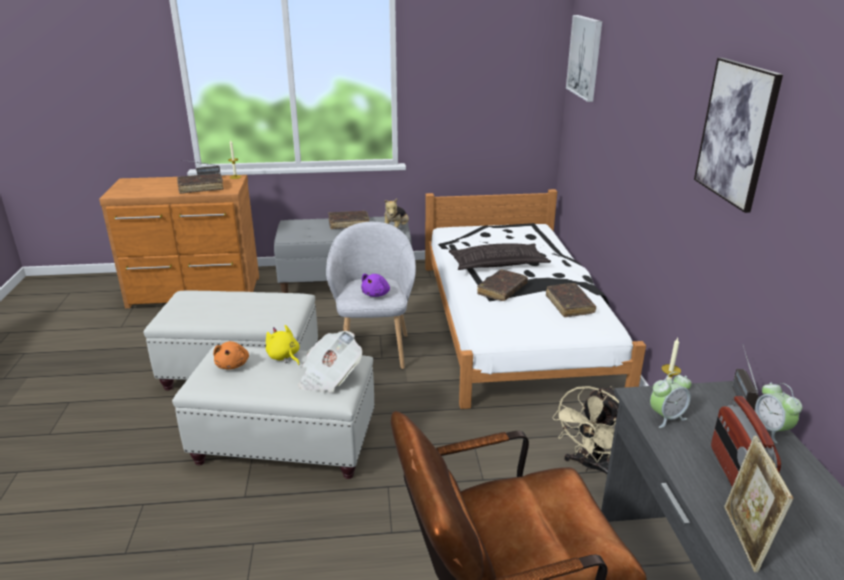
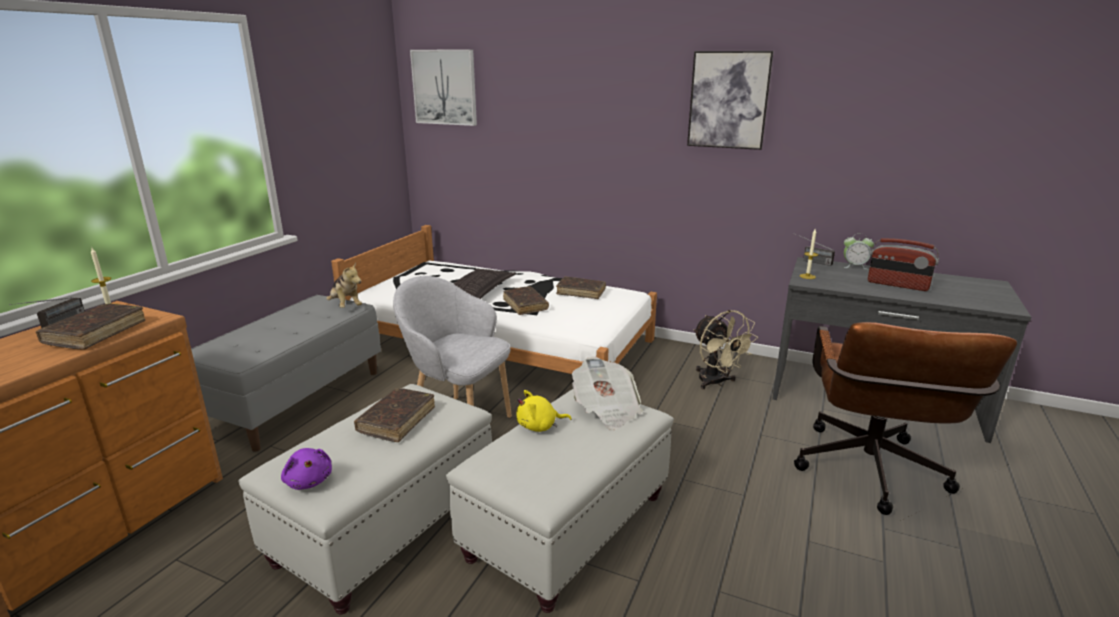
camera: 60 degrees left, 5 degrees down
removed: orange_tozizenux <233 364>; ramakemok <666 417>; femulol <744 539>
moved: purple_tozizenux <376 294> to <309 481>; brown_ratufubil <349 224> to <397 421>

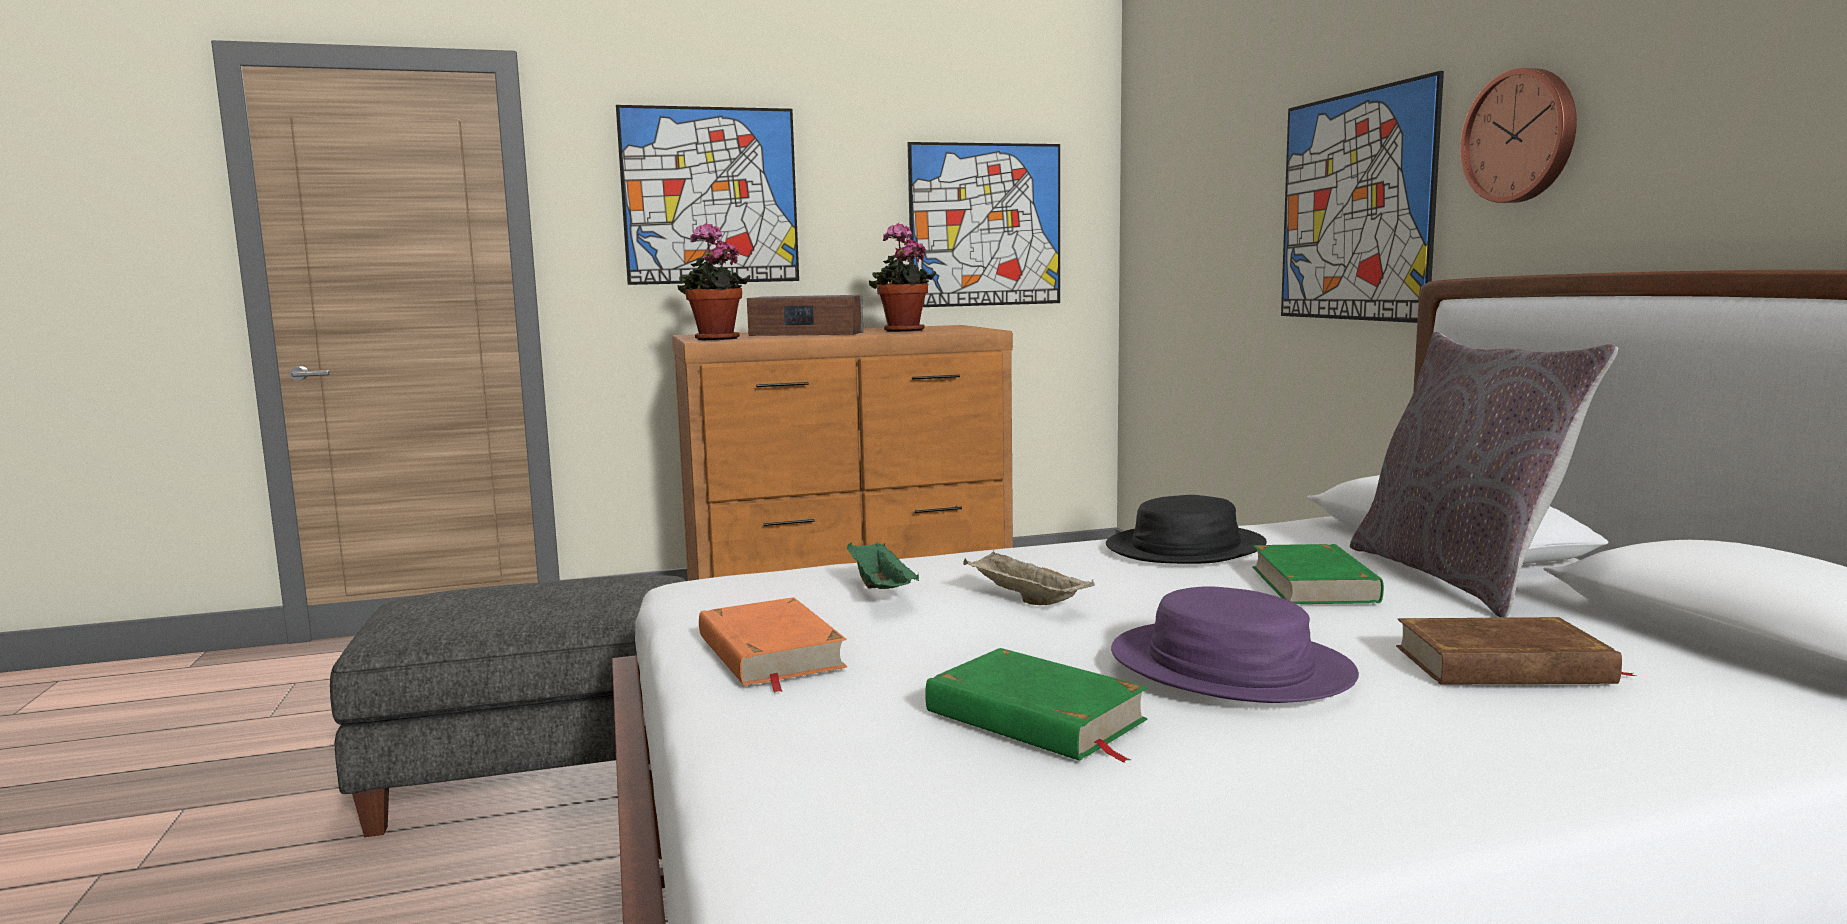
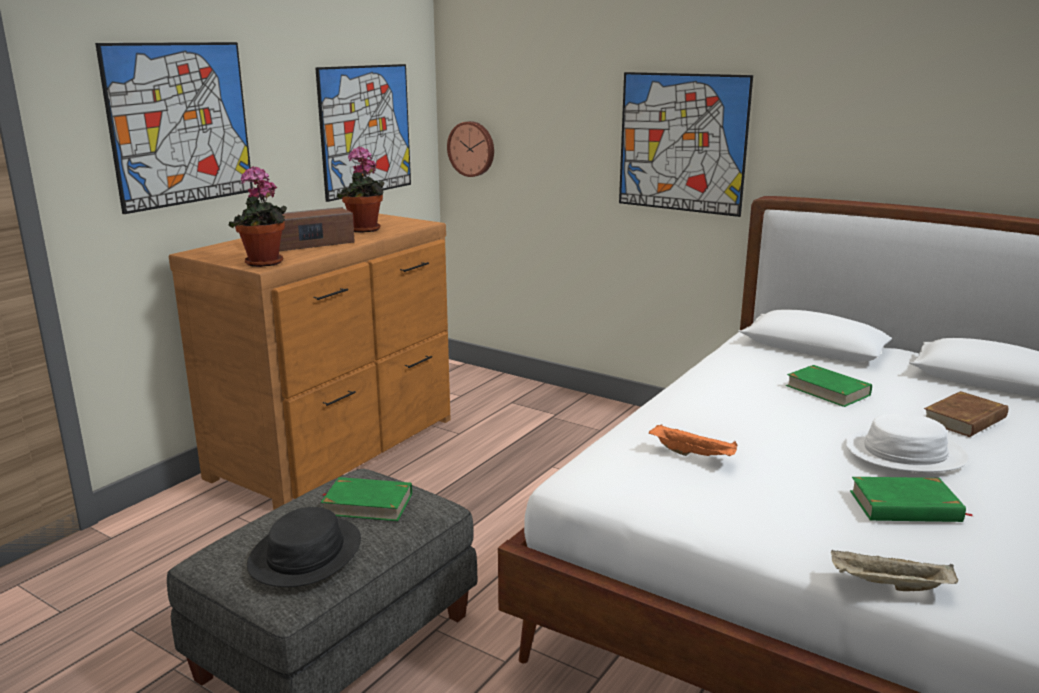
camera: 40 degrees left, 10 degrees up
removed: orange_ratufubil <769 653>; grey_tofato <1458 577>
added: green_ratufubil <367 504>
moved: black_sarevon <1186 548> to <306 553>; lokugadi <1521 136> to <472 149>; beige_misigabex <1023 599> to <888 586>
recoloured: green_misigabex <882 590> to orange_misigabex <693 454>; purple_sarevon <1229 667> to white_sarevon <905 453>

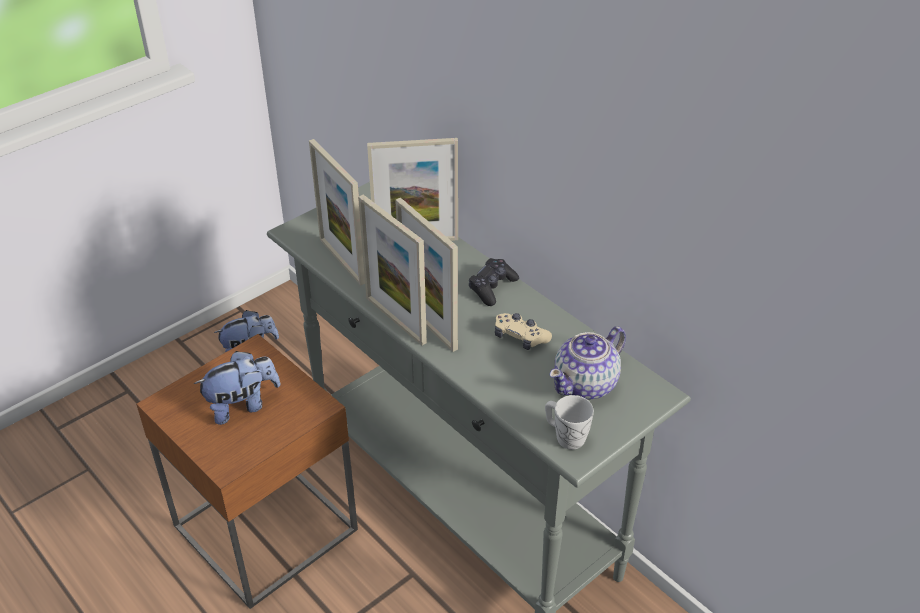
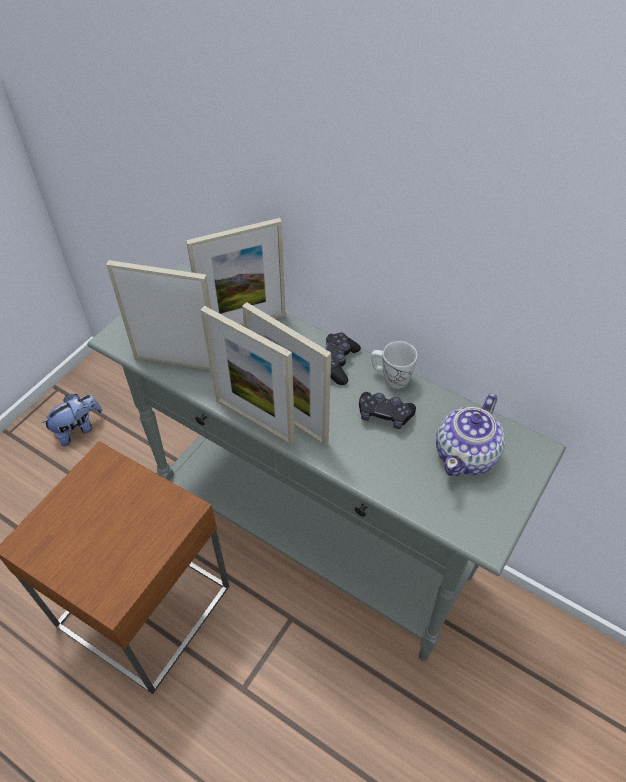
camera: 15 degrees left, 10 degrees up
removed: tozizenux <242 405>
moved: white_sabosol <565 436> to <390 377>
recoloured: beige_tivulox <520 337> to black_tivulox <384 415>
turned: femulol <342 261> = <177 362> 150 degrees clockwise

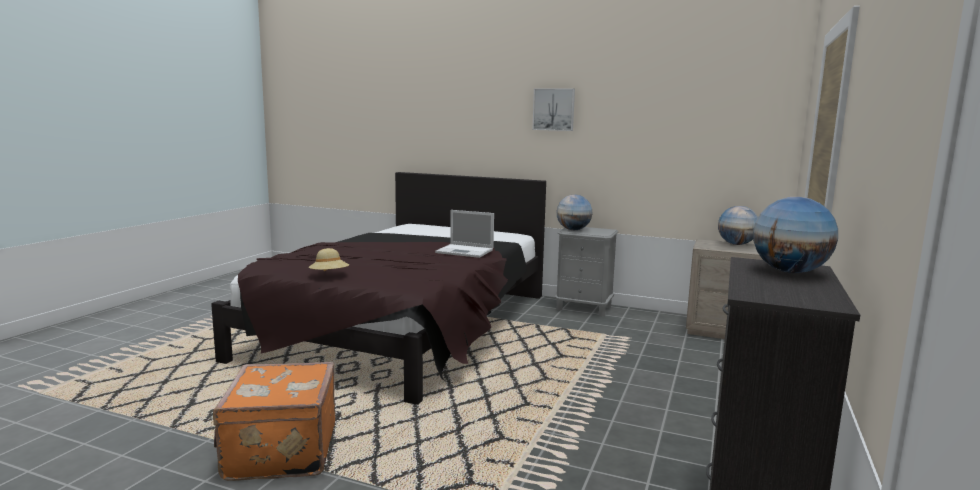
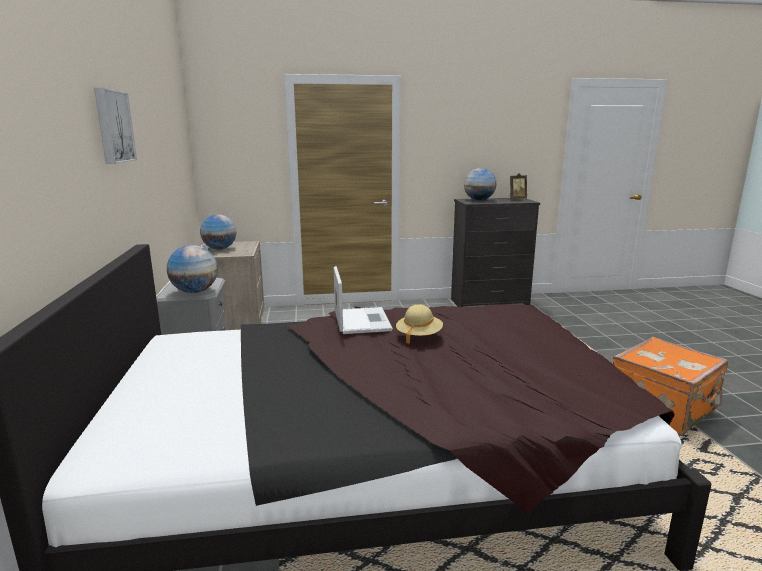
camera: 120 degrees left, 5 degrees up
added: femulol <516 199>
moved: beige_sarevon <329 275> to <419 336>

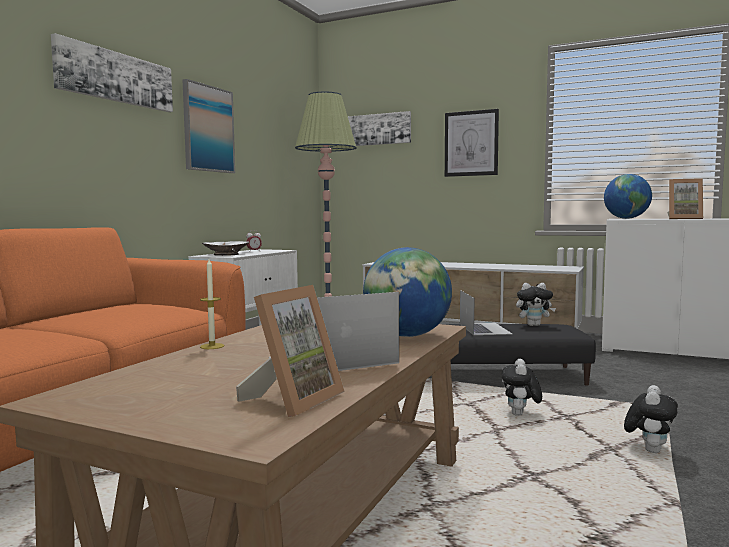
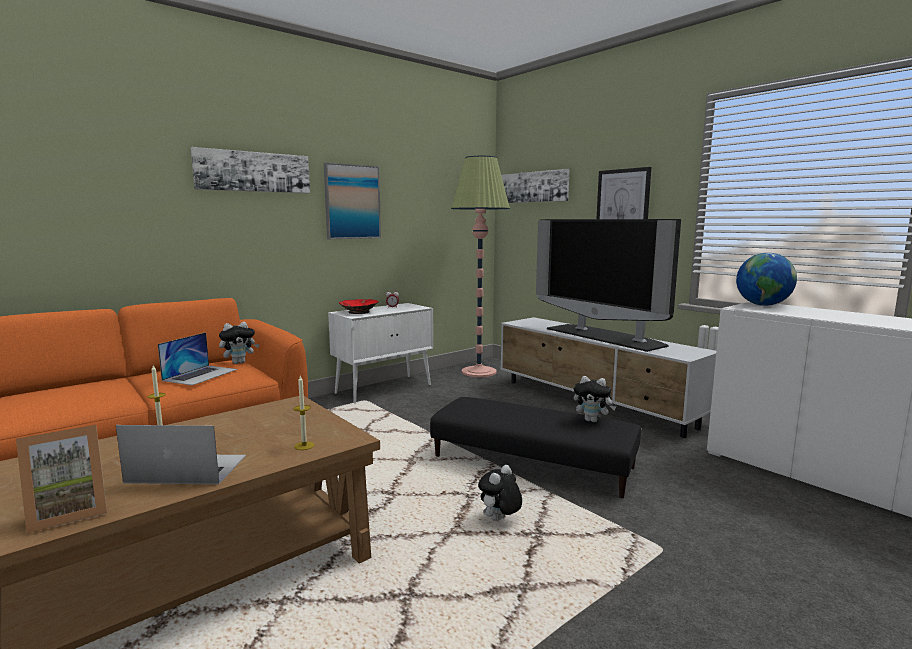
camera: 25 degrees right, 5 degrees up
removed: femulol <683 218>
added: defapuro <605 336>
moved: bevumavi <484 328> to <200 375>; tozizenux <649 450> to <239 362>
replaced: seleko <407 336> to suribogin <304 446>
recoloured: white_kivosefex <225 254> to red_kivosefex <358 312>

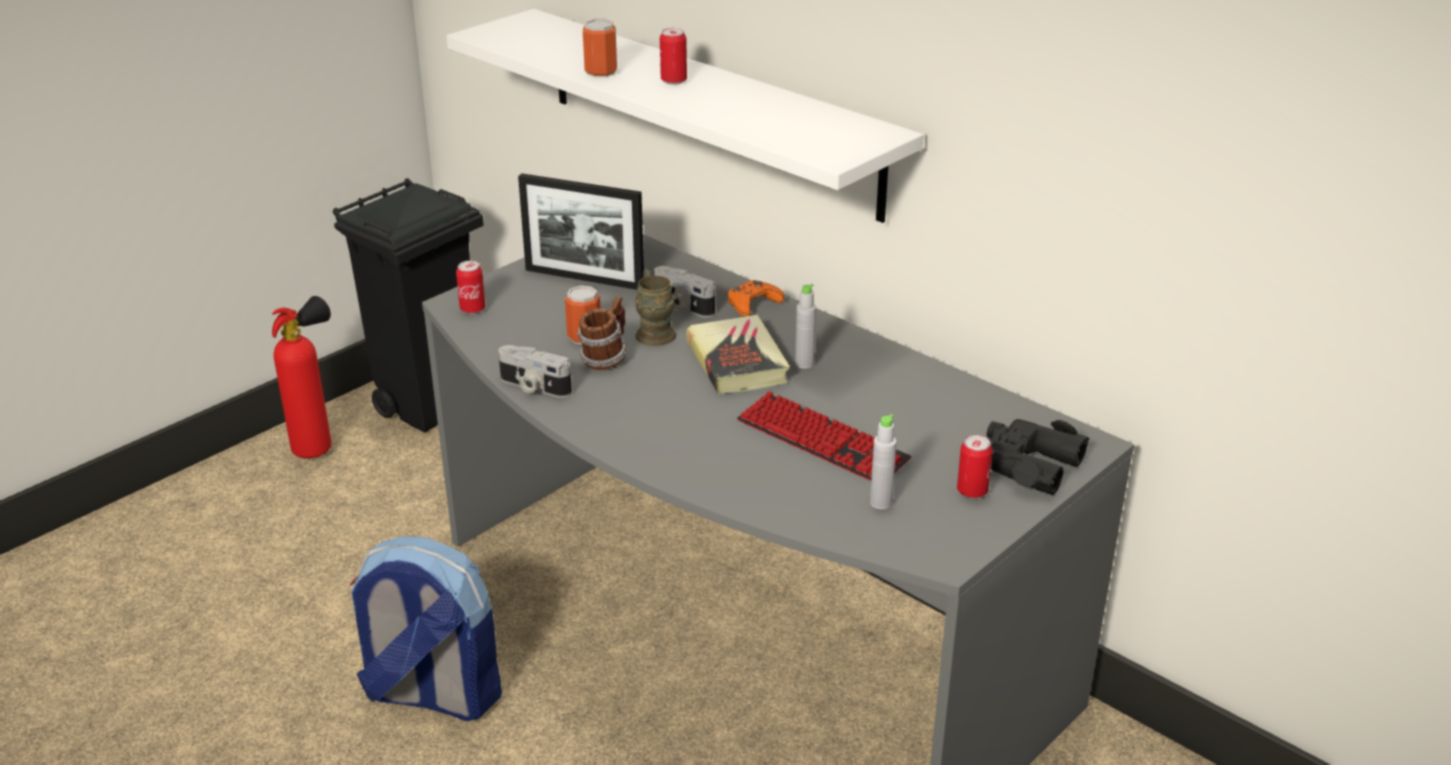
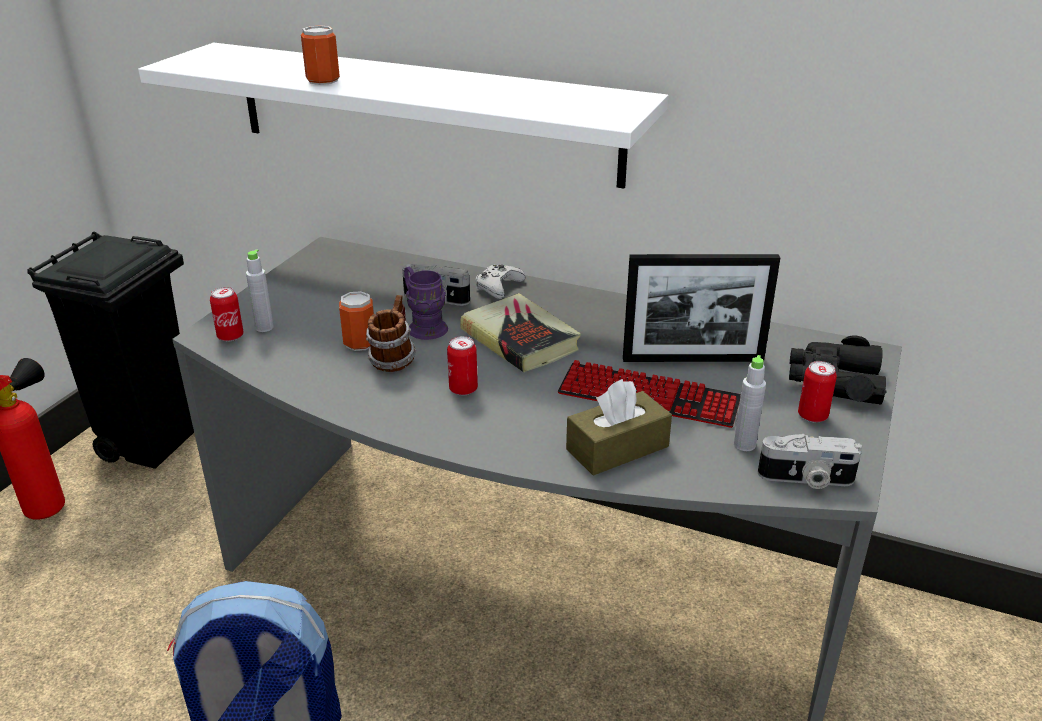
camera: 20 degrees left, 0 degrees up
added: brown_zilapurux <617 448>
moved: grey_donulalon <804 363> to <264 327>; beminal <673 81> to <463 389>; femulol <584 278> to <693 359>; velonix <533 387> to <806 479>
recoloured: brown_sabosol <653 331> to purple_sabosol <423 326>; orange_tivulox <753 304> to white_tivulox <498 287>

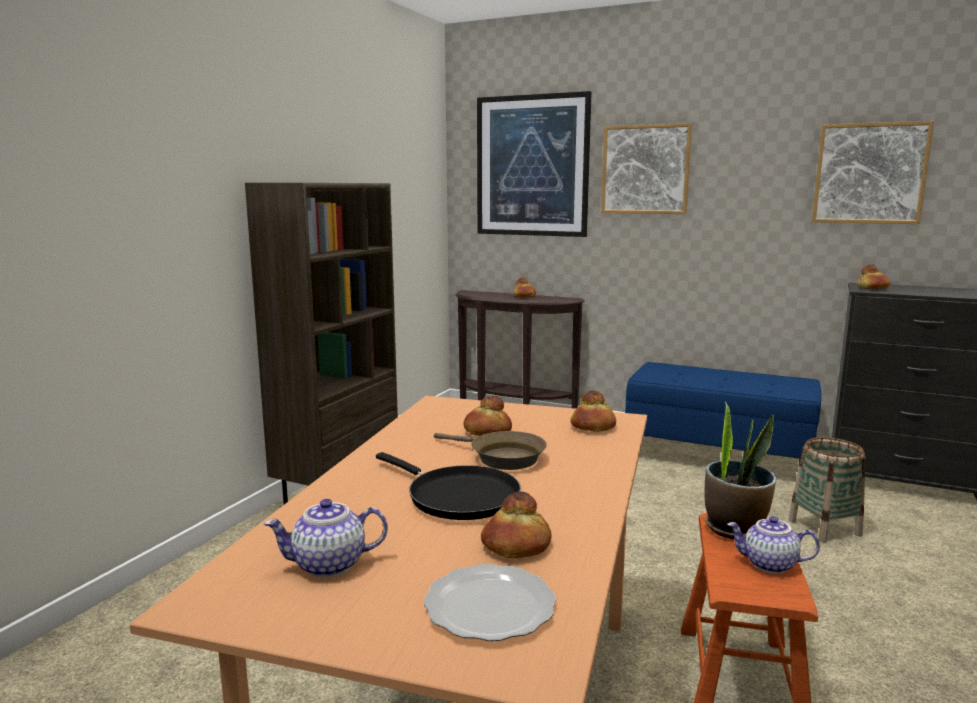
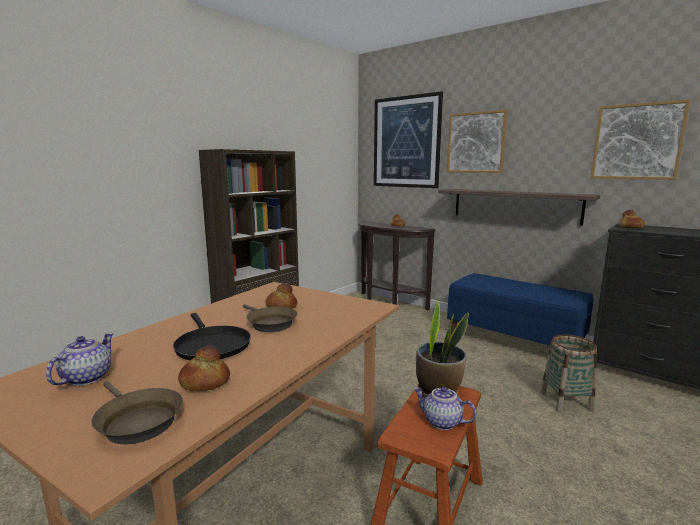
camera: 15 degrees right, 0 degrees up
removed: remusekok <593 427>
added: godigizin <514 205>
replaced: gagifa <491 607> to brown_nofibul <137 421>
turned: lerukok <330 564> = <85 378> 105 degrees clockwise

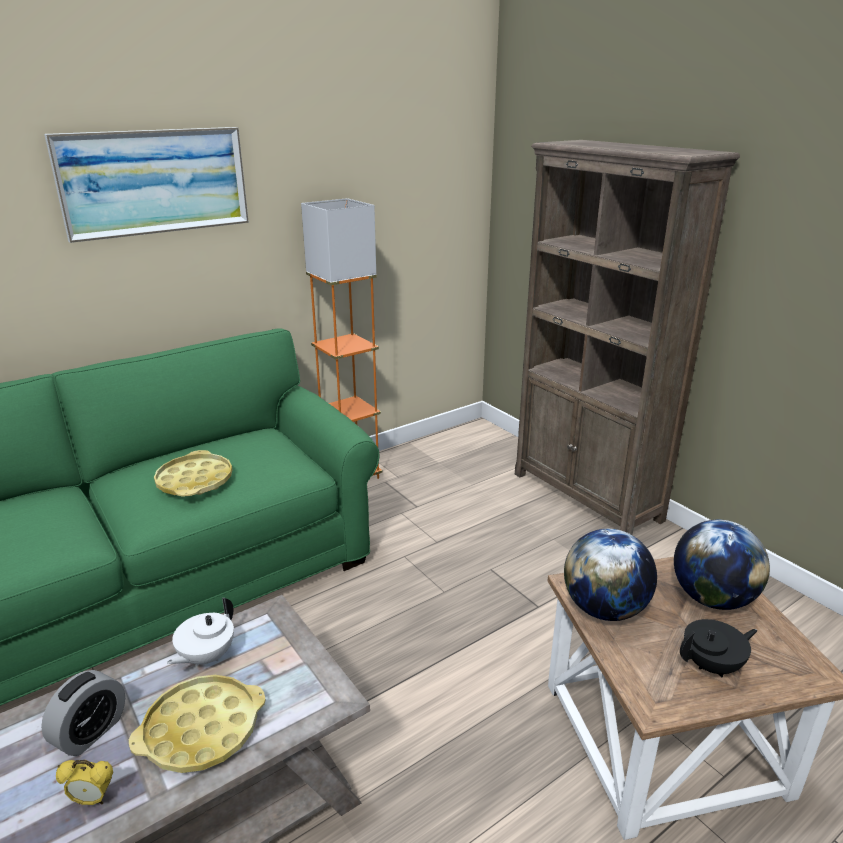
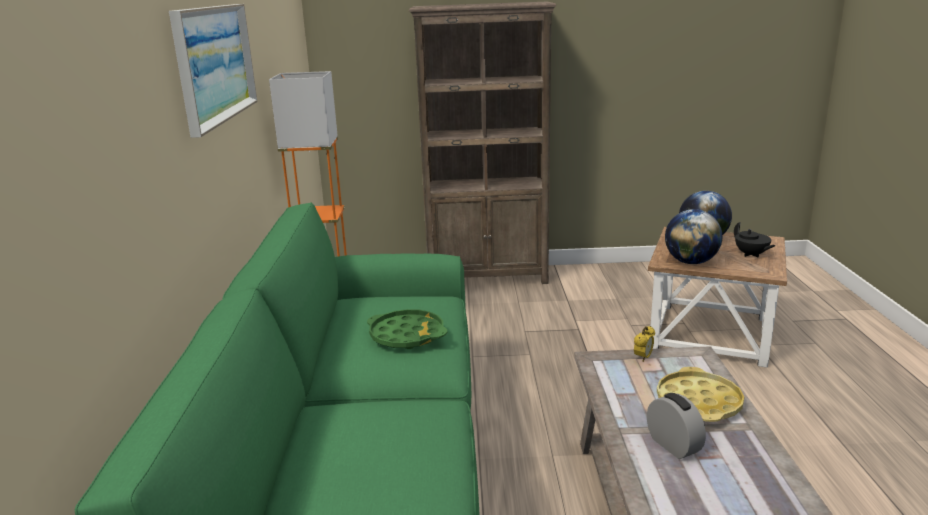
camera: 55 degrees left, 5 degrees down
removed: white_lerukok <206 656>
moved: ramakemok <93 799> to <643 358>
recoloured: yellow_misigabex <195 481> to green_misigabex <407 335>
turned: black_lerukok <712 665> = <751 255> 135 degrees clockwise

